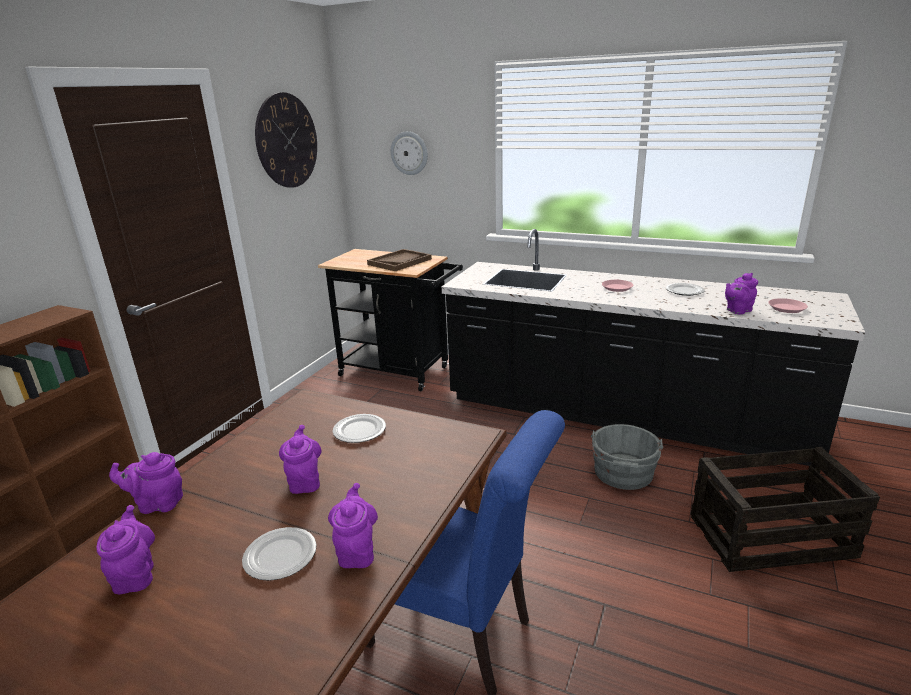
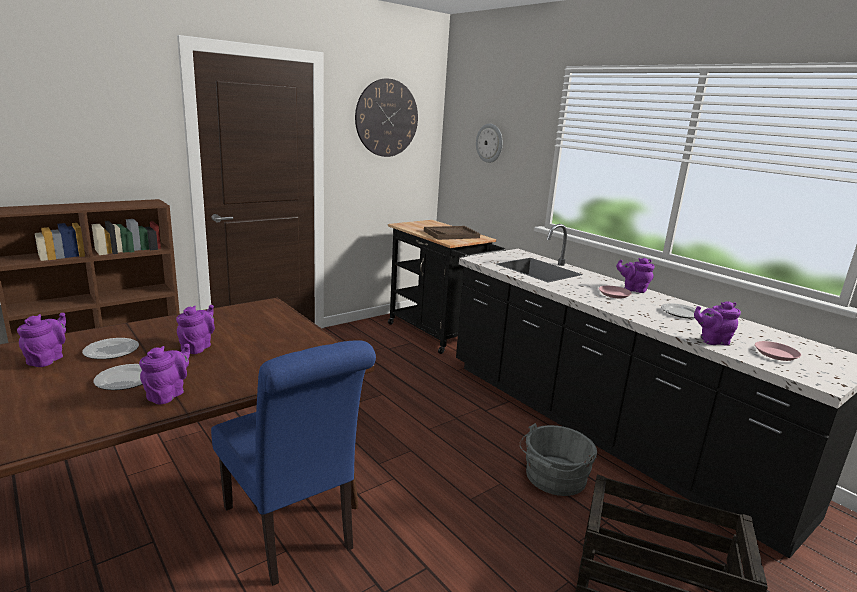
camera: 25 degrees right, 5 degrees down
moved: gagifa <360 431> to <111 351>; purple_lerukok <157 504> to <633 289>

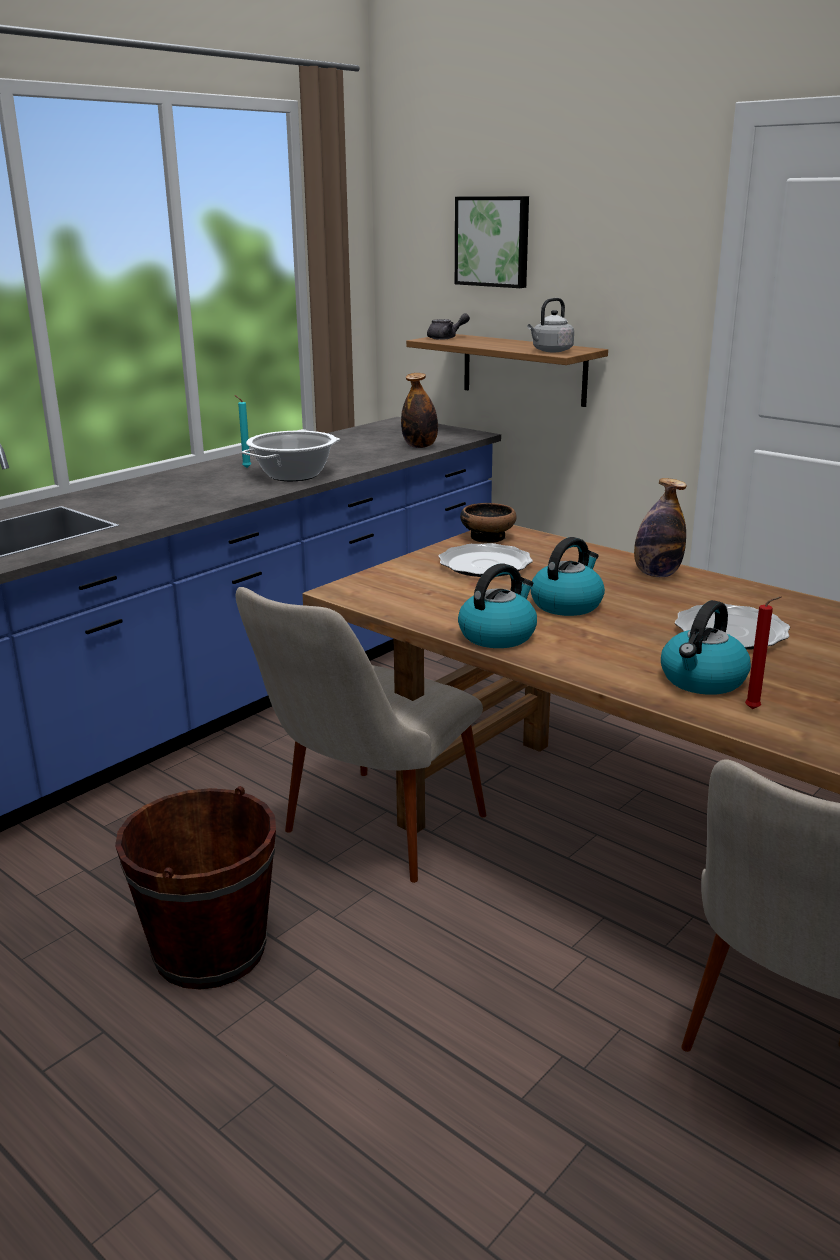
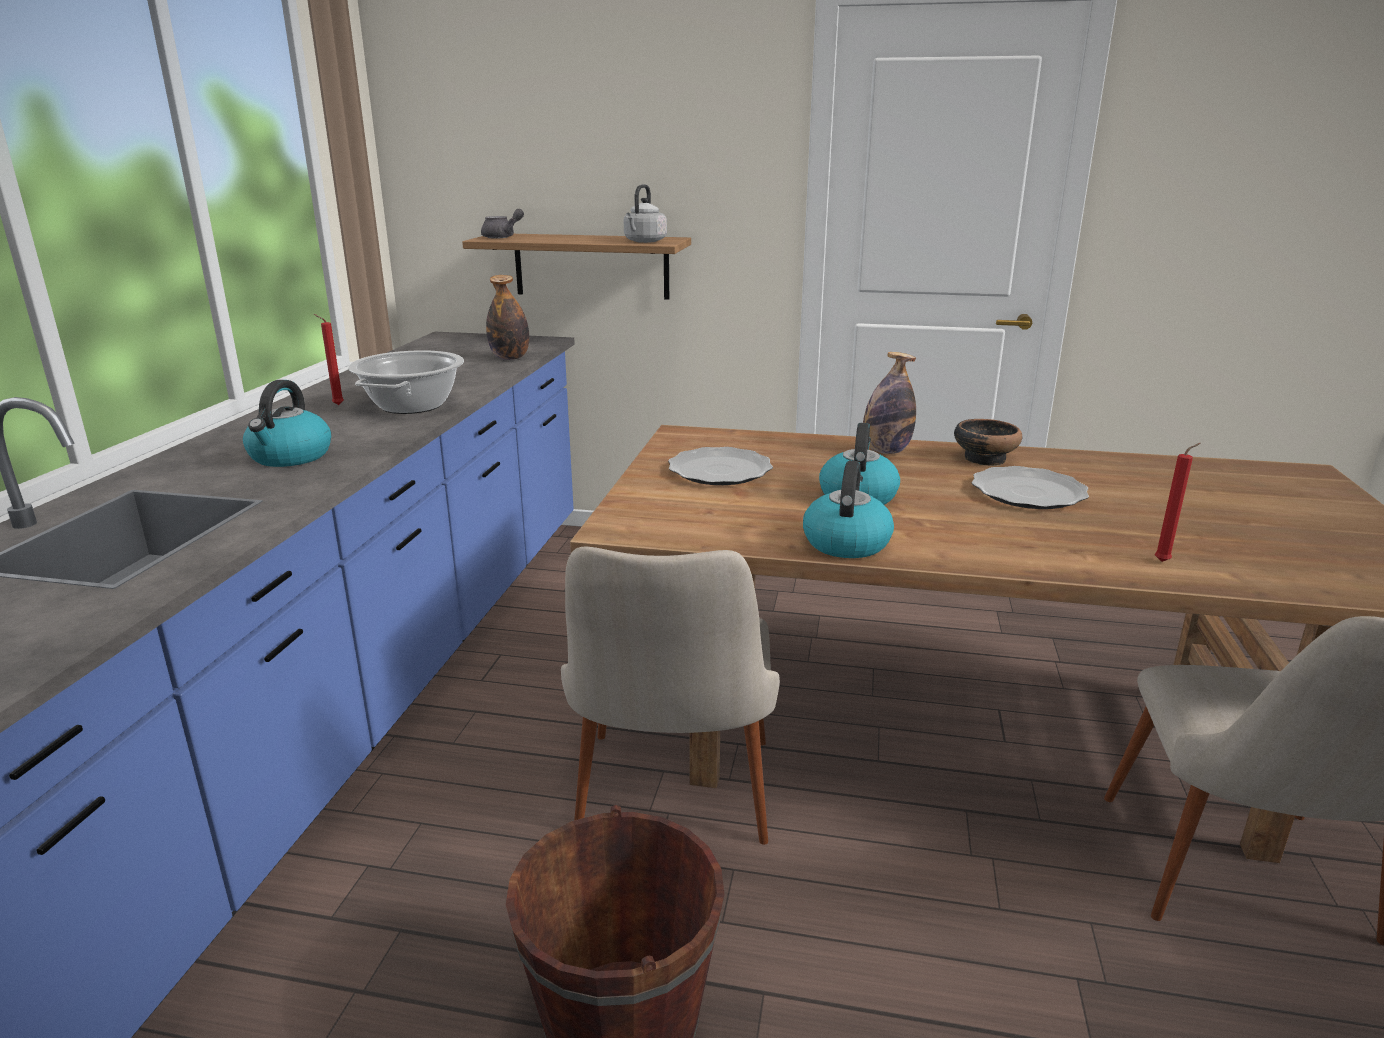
camera: 30 degrees left, 0 degrees up
removed: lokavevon <493 241>
moved: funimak <702 680> to <290 457>; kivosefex <488 537> to <984 458>
recoloured: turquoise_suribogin <245 468> to red_suribogin <336 405>

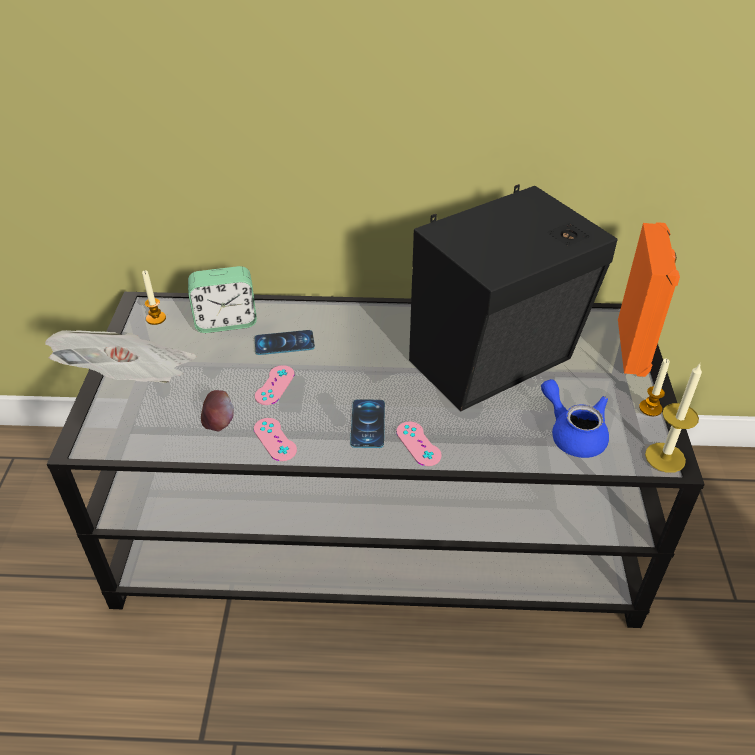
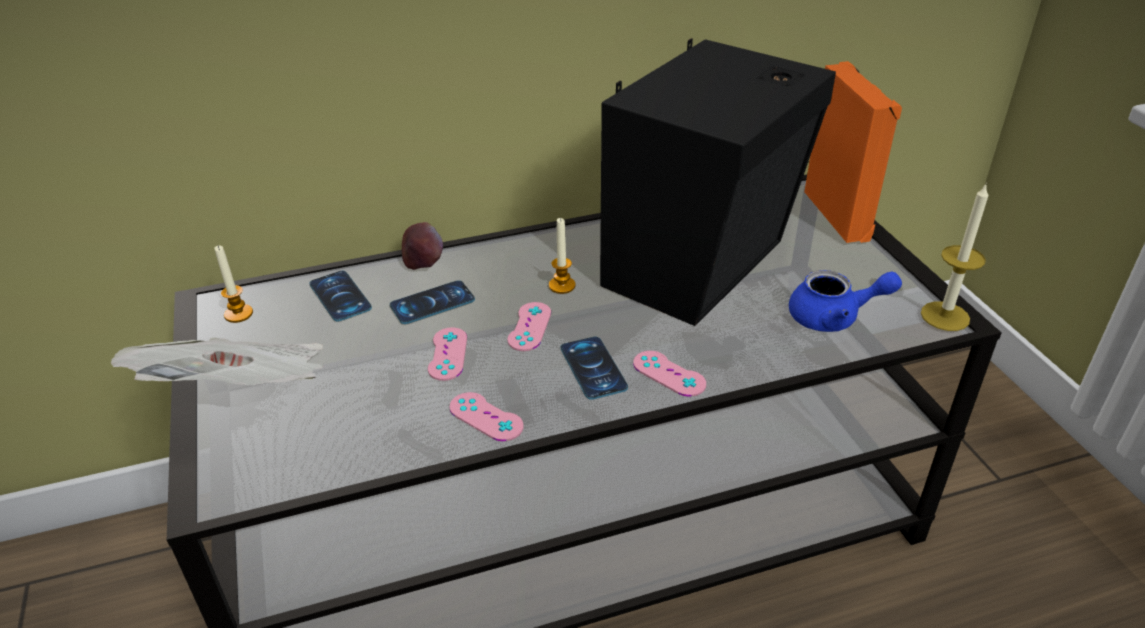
camera: 20 degrees left, 5 degrees down
added: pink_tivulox <529 327>
moved: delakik <218 423> to <423 262>; suribogin <650 408> to <562 285>
replaced: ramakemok <226 322> to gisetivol <340 296>
turned: blue_lerukok <573 434> = <834 317> 150 degrees clockwise

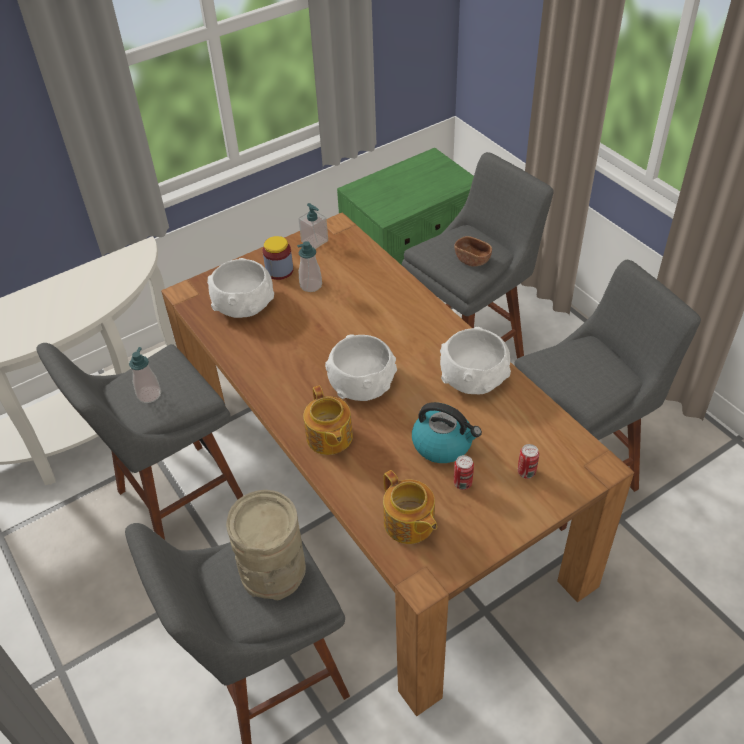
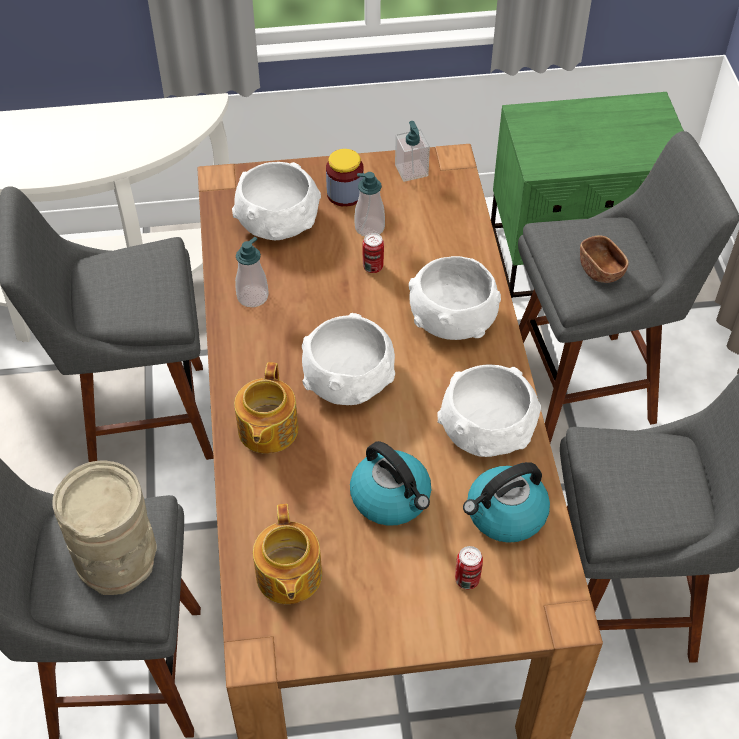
camera: 25 degrees right, 5 degrees up
added: white_kivosefex <451 317>; funimak <505 515>
moved: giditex <149 394> to <252 296>; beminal <462 483> to <373 267>

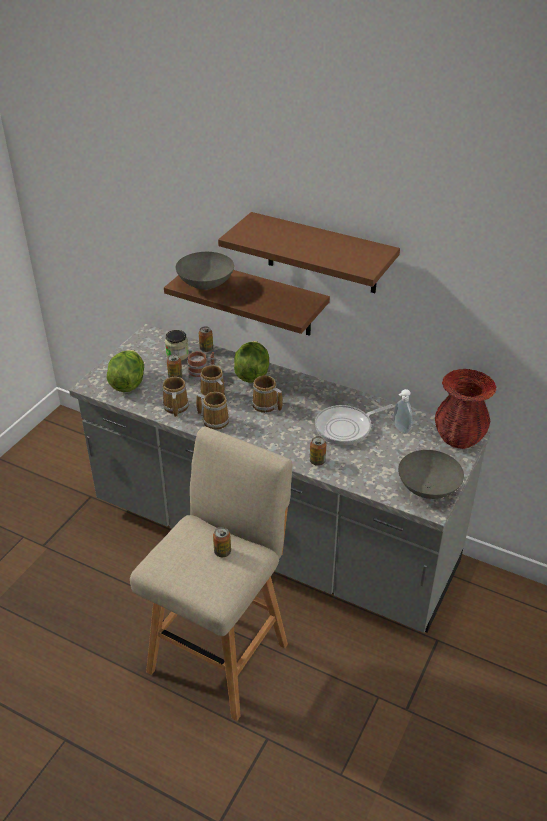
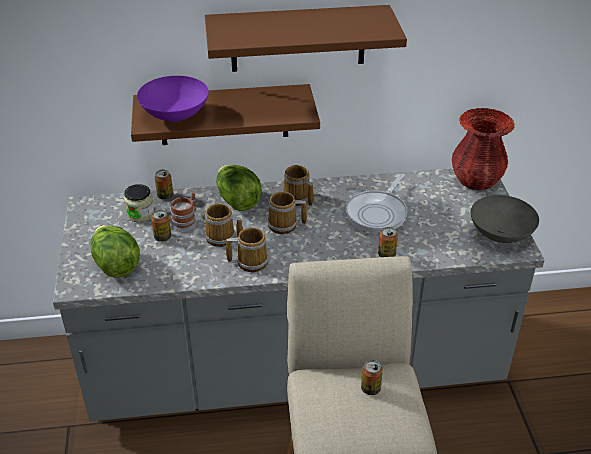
camera: 35 degrees left, 0 degrees up
removed: giditex <400 429>
moved: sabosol <175 407> to <297 199>
recoloured: grey_kivosefex <205 285> to purple_kivosefex <175 116>

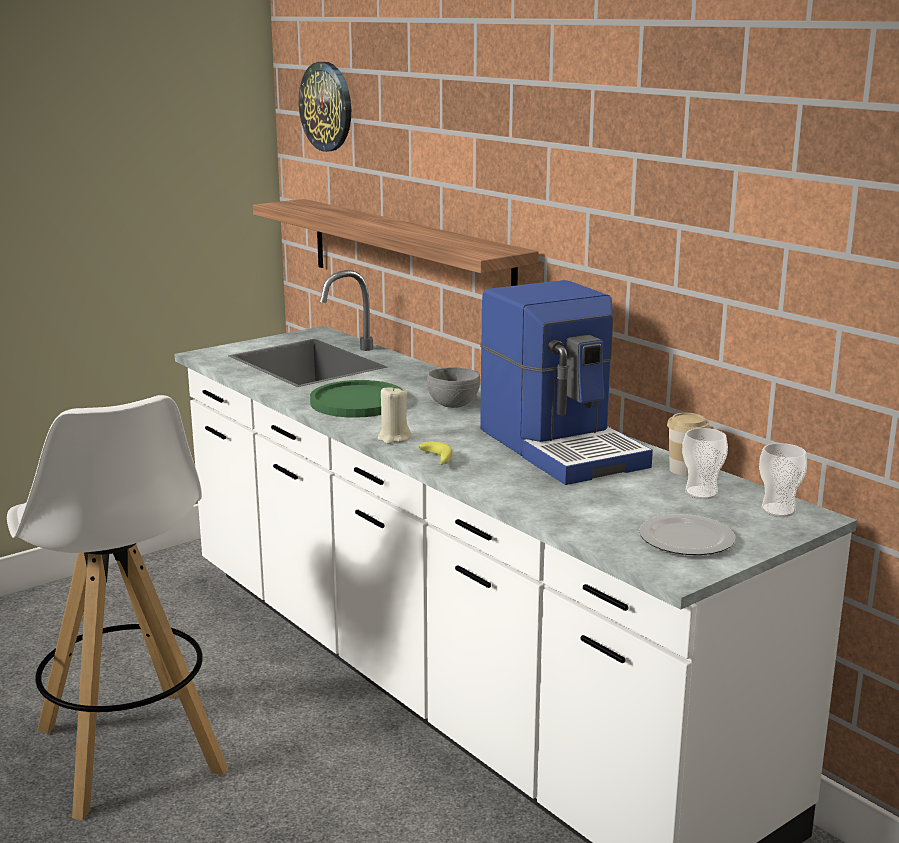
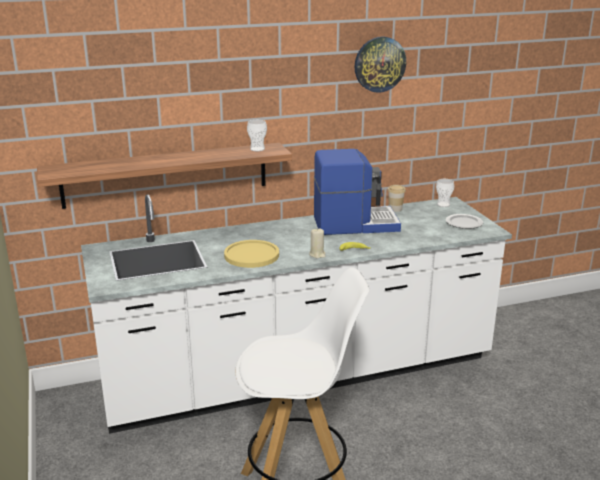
camera: 70 degrees left, 5 degrees up
removed: grey_kivosefex <452 405>
moved: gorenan <701 493> to <257 149>; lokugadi <327 106> to <379 64>
recoloured: green_gagifa <357 402> to yellow_gagifa <251 255>

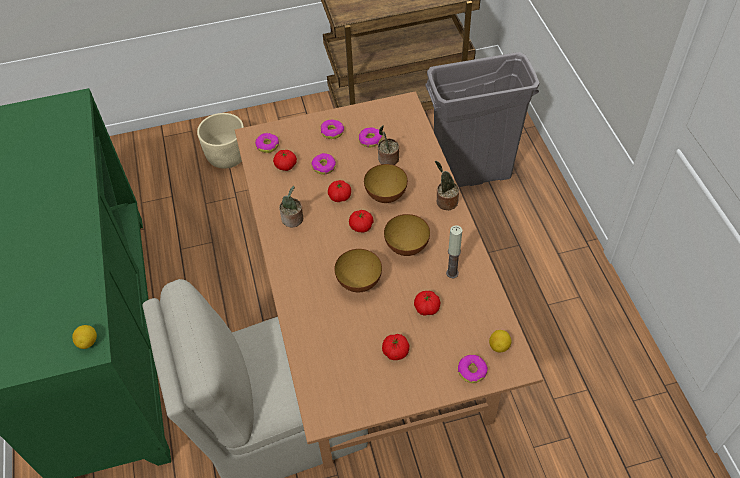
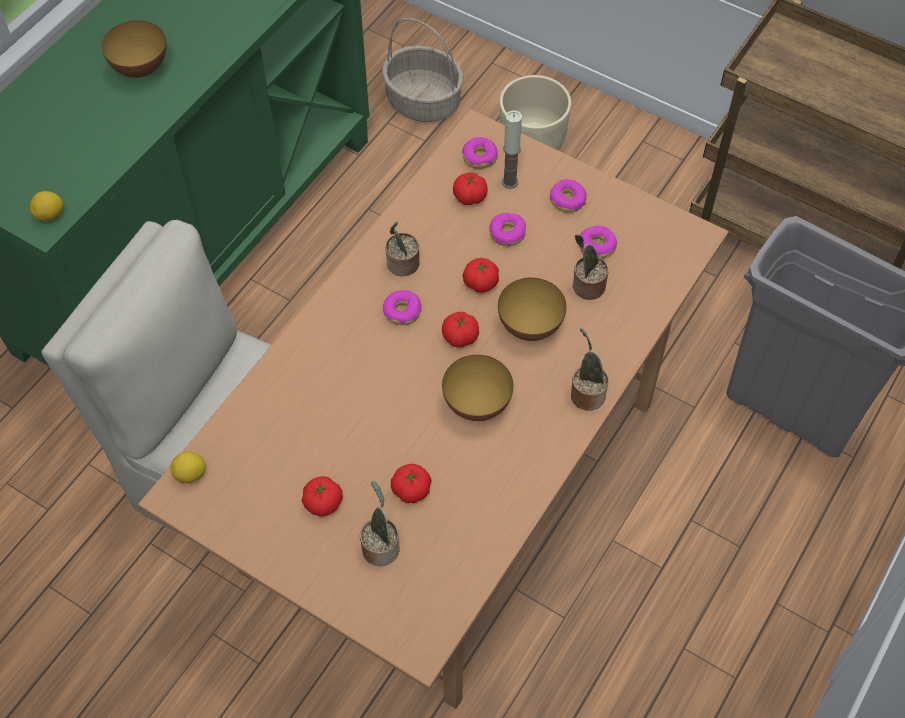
camera: 45 degrees right, 5 degrees up
added: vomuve <380 546>; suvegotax <422 102>
moved: kivosefex <359 282> to <141 69>; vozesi <499 346> to <190 474>; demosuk <472 371> to <402 311>; suribogin <452 273> to <509 182>

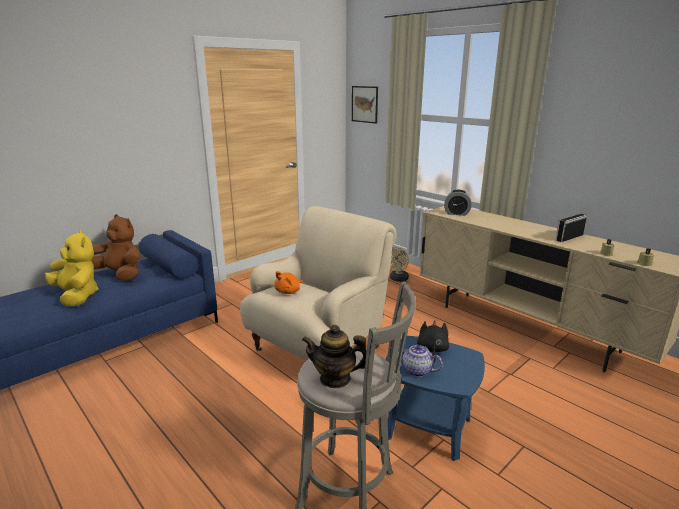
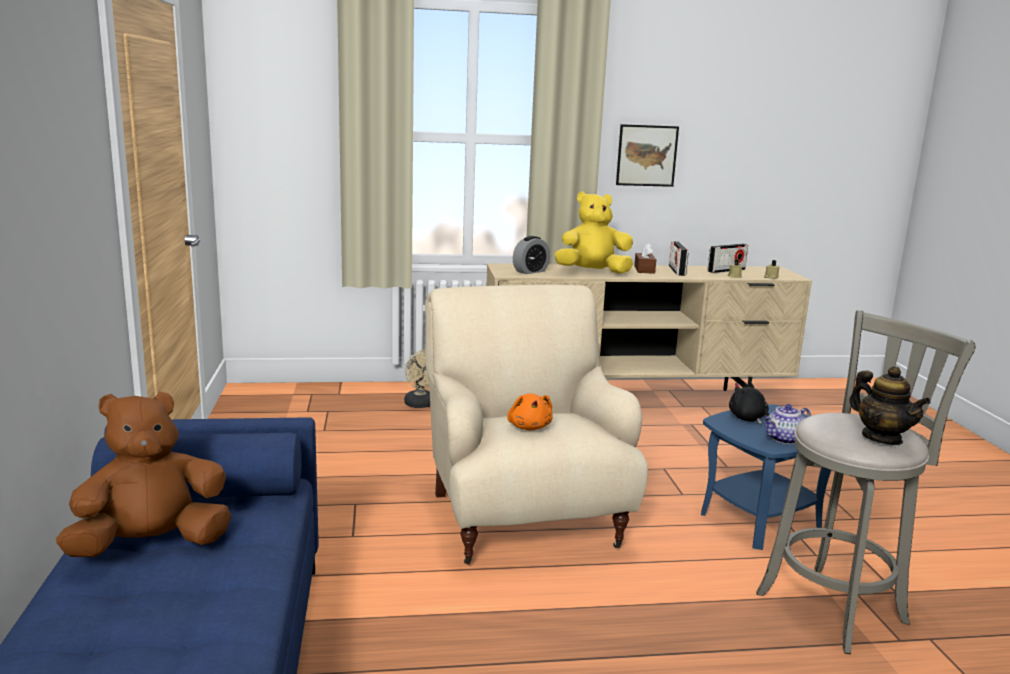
camera: 55 degrees left, 5 degrees down
added: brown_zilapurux <644 269>; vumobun <726 270>
moved: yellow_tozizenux <77 296> to <592 272>; lokavevon <364 104> to <646 155>
turned: lerukok <335 378> = <881 438> 75 degrees counterclockwise

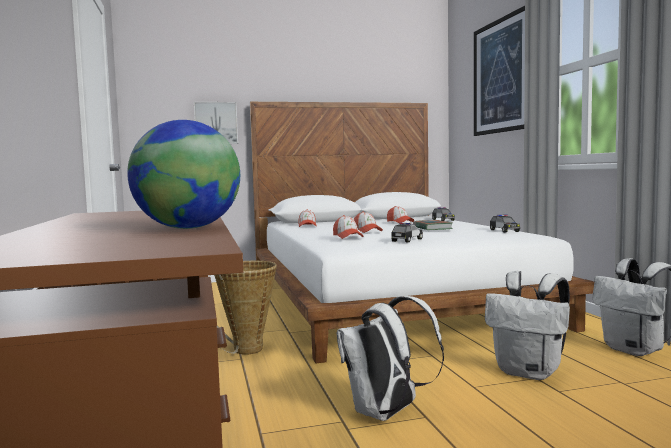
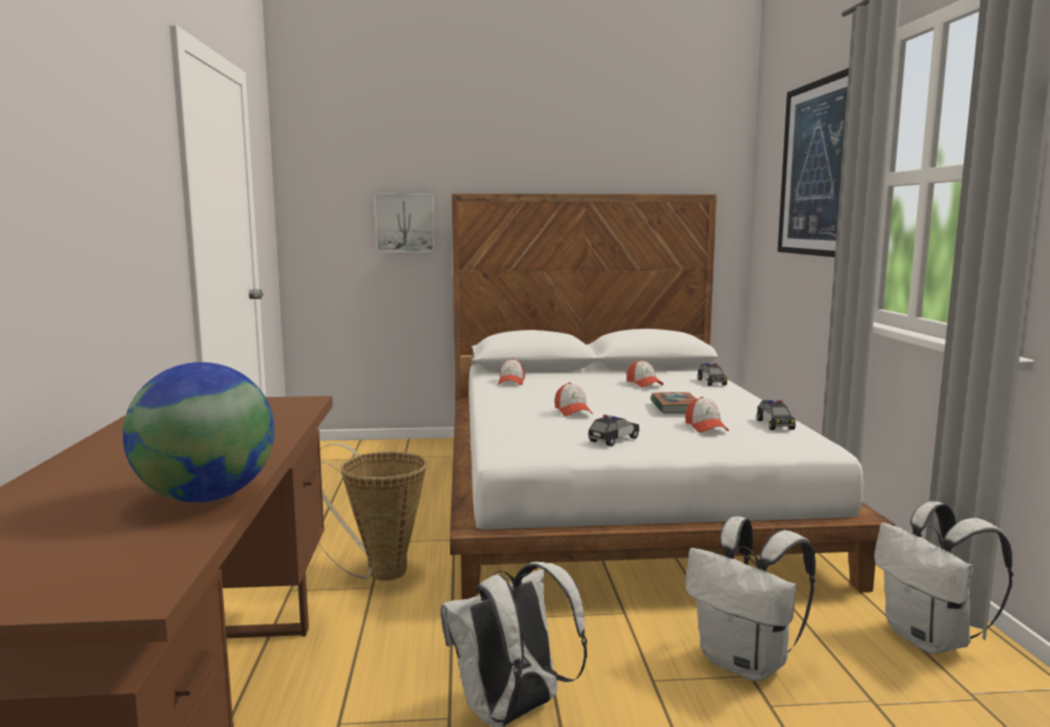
camera: 10 degrees right, 5 degrees up
moved: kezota <347 236> to <705 427>

